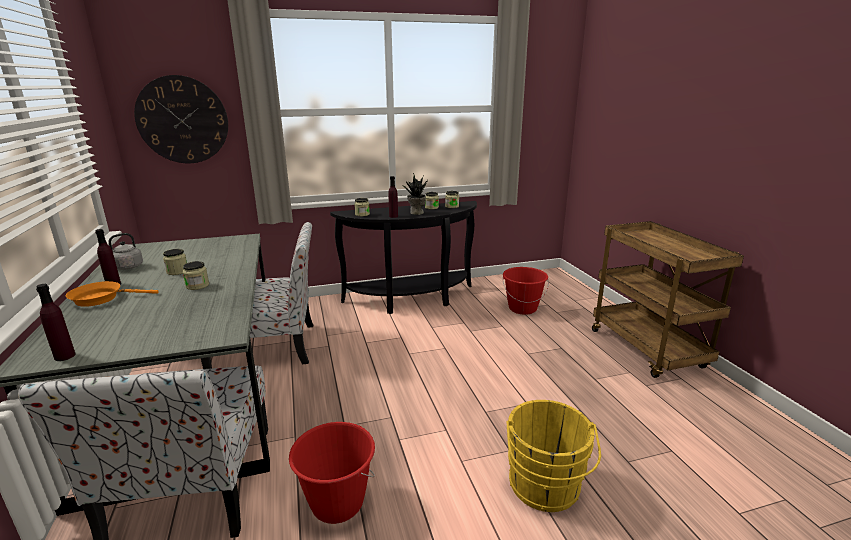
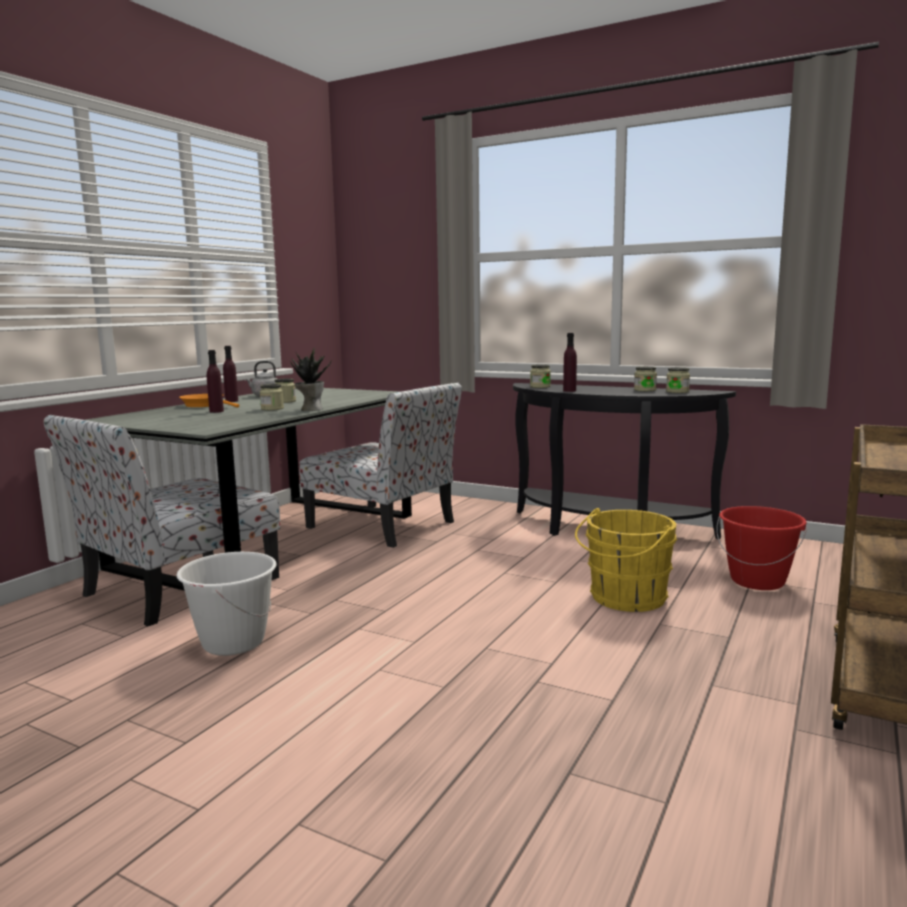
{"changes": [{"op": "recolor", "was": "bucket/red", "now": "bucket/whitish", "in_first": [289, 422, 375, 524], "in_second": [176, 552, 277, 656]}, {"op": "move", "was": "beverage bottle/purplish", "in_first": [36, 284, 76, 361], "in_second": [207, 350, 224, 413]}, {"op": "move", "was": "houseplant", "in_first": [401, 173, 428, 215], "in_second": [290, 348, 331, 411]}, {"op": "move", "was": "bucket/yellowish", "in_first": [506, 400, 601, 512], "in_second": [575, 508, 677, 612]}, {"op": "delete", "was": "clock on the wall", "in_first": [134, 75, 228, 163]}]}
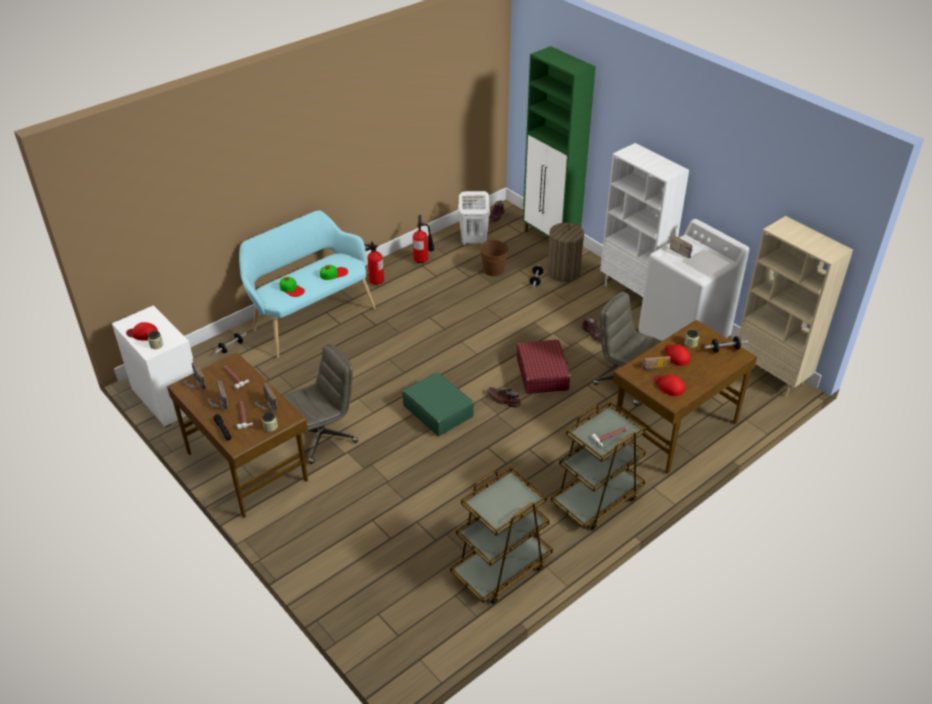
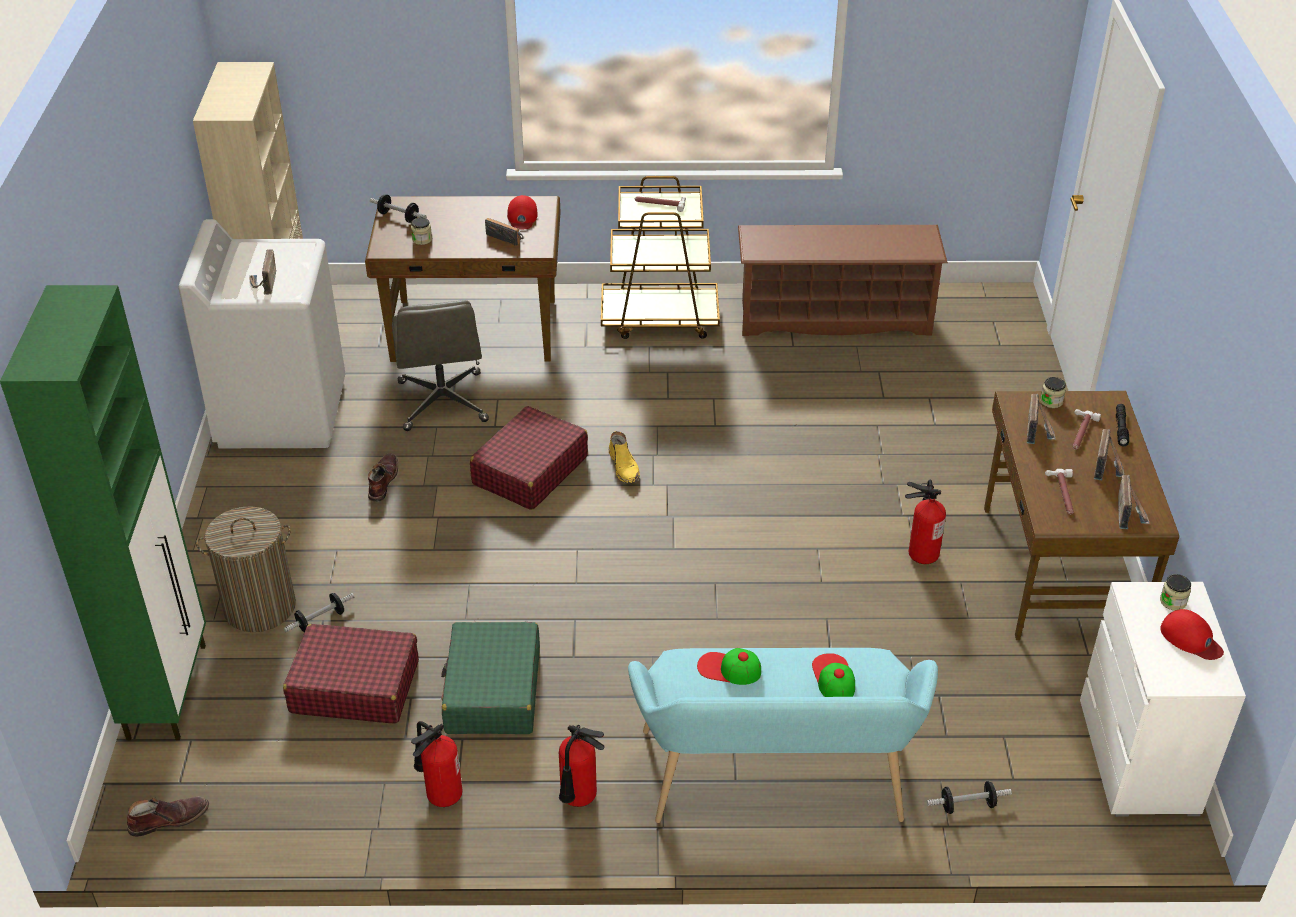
{"changes": [{"op": "replace", "was": "bucket/brown-coloured", "now": "piece of luggage/red", "in_first": [480, 240, 508, 276], "in_second": [283, 624, 419, 724]}, {"op": "move", "was": "piece of luggage/greenish", "in_first": [402, 372, 474, 436], "in_second": [441, 622, 540, 734]}, {"op": "recolor", "was": "high-top boot/brown-coloured", "now": "high-top boot/yellowish", "in_first": [487, 387, 522, 408], "in_second": [609, 431, 640, 483]}, {"op": "replace", "was": "cart/brown-coloured", "now": "shoe rack/brown-coloured", "in_first": [450, 467, 553, 604], "in_second": [738, 225, 948, 336]}, {"op": "replace", "was": "office chair/gray", "now": "extinguisher", "in_first": [282, 344, 358, 464], "in_second": [905, 480, 946, 564]}, {"op": "delete", "was": "hamper/whitish", "in_first": [458, 191, 490, 245]}, {"op": "delete", "was": "shelving unit/whitish", "in_first": [600, 143, 689, 297]}, {"op": "delete", "was": "peaked cap/red", "in_first": [664, 344, 690, 366]}]}
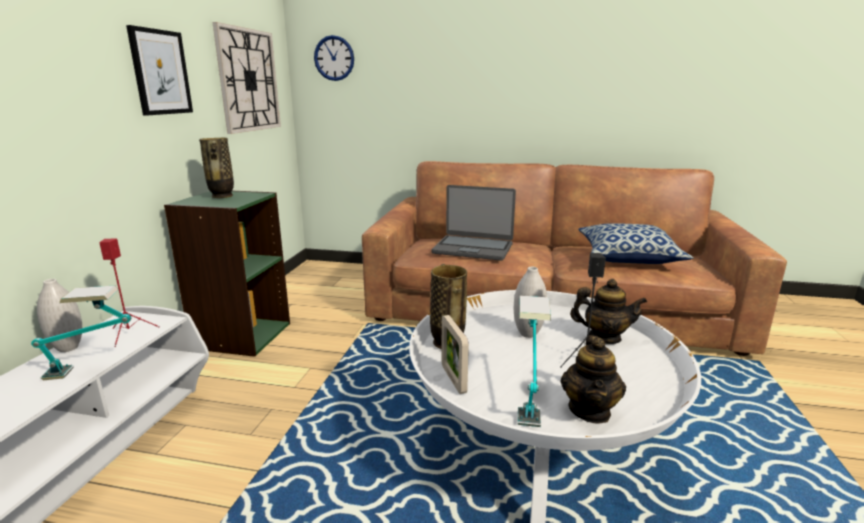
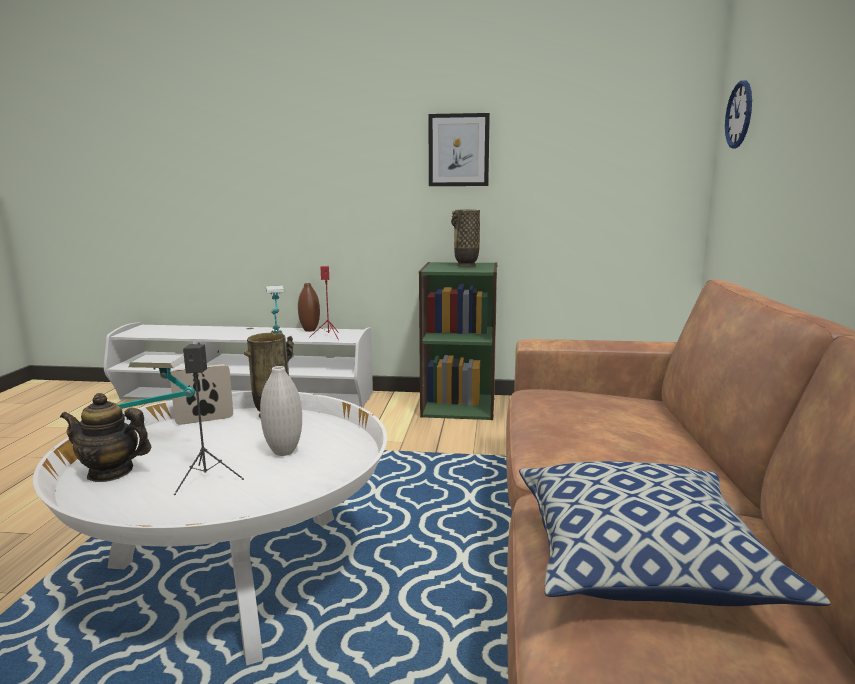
{"changes": [{"op": "recolor", "was": "vase/whitish", "now": "vase/brown-coloured", "in_first": [37, 279, 82, 352], "in_second": [298, 283, 320, 332]}, {"op": "delete", "was": "clock on the wall", "in_first": [212, 22, 281, 134]}, {"op": "delete", "was": "portable computer", "in_first": [431, 185, 516, 261]}, {"op": "delete", "was": "pot for tea", "in_first": [570, 279, 647, 344]}]}
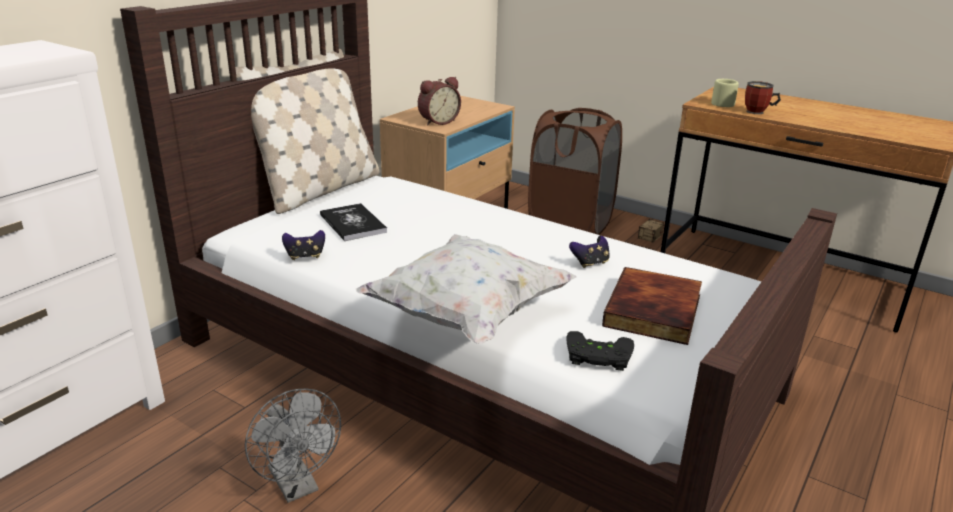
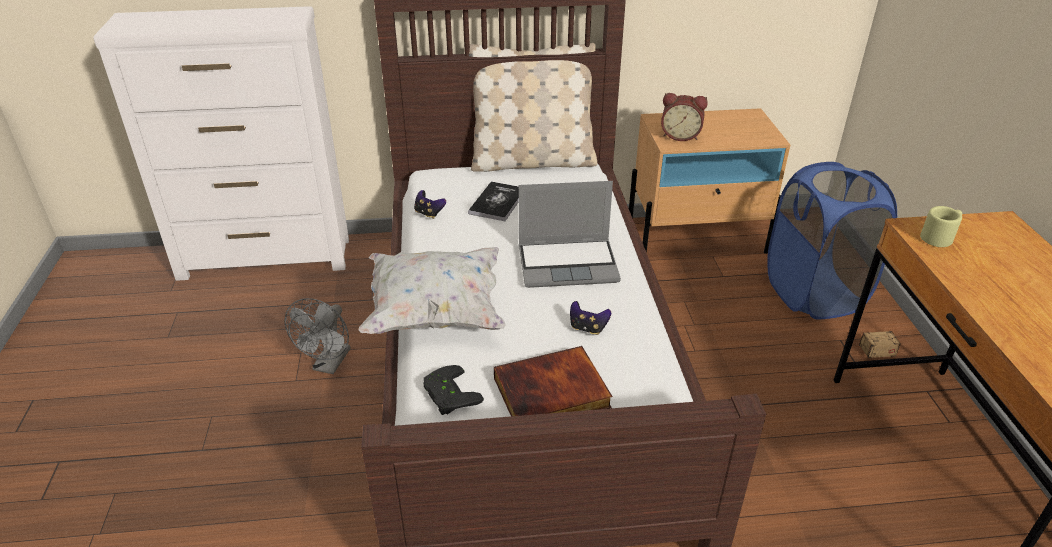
{"changes": [{"op": "insert", "now": "portable computer", "in_second": [519, 181, 621, 288]}, {"op": "recolor", "was": "hamper/brown-coloured", "now": "hamper/blue-coloured", "in_first": [528, 108, 622, 235], "in_second": [767, 162, 897, 320]}, {"op": "delete", "was": "mug", "in_first": [745, 81, 781, 114]}]}
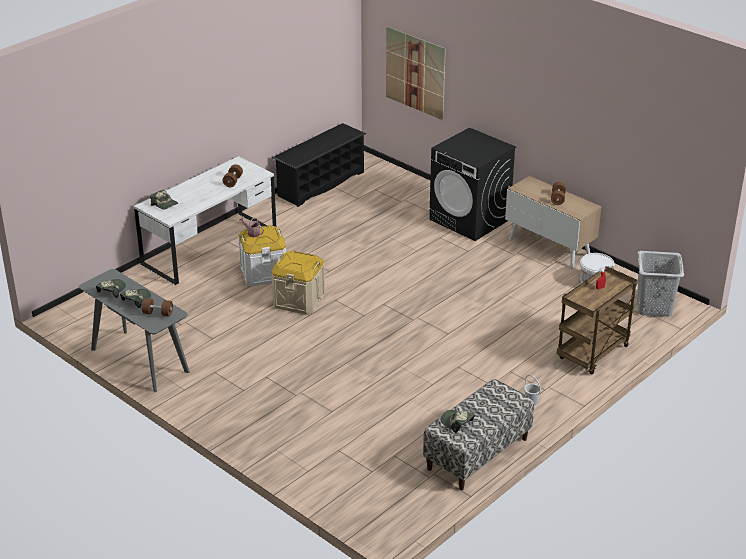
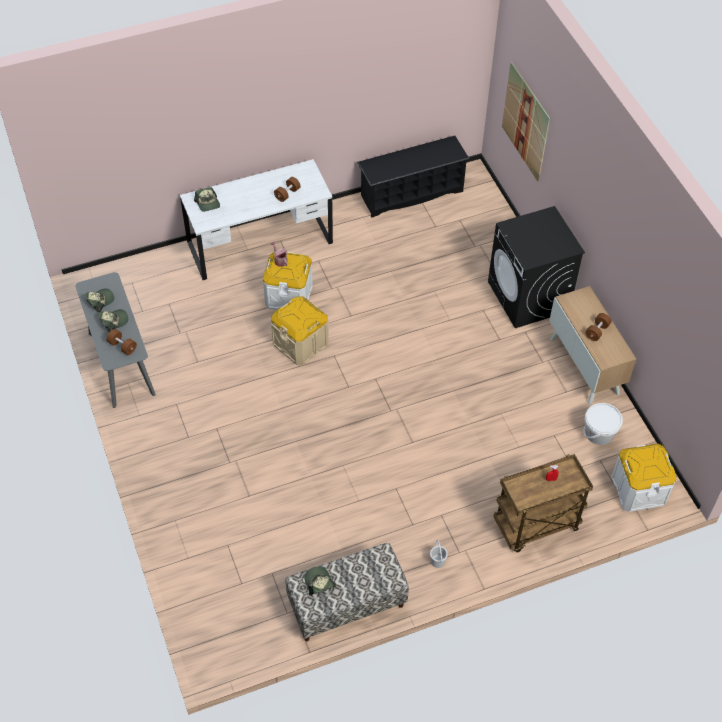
{"changes": [{"op": "replace", "was": "hamper/gray", "now": "storage box/whitish", "in_first": [637, 251, 684, 317], "in_second": [611, 444, 677, 512]}]}
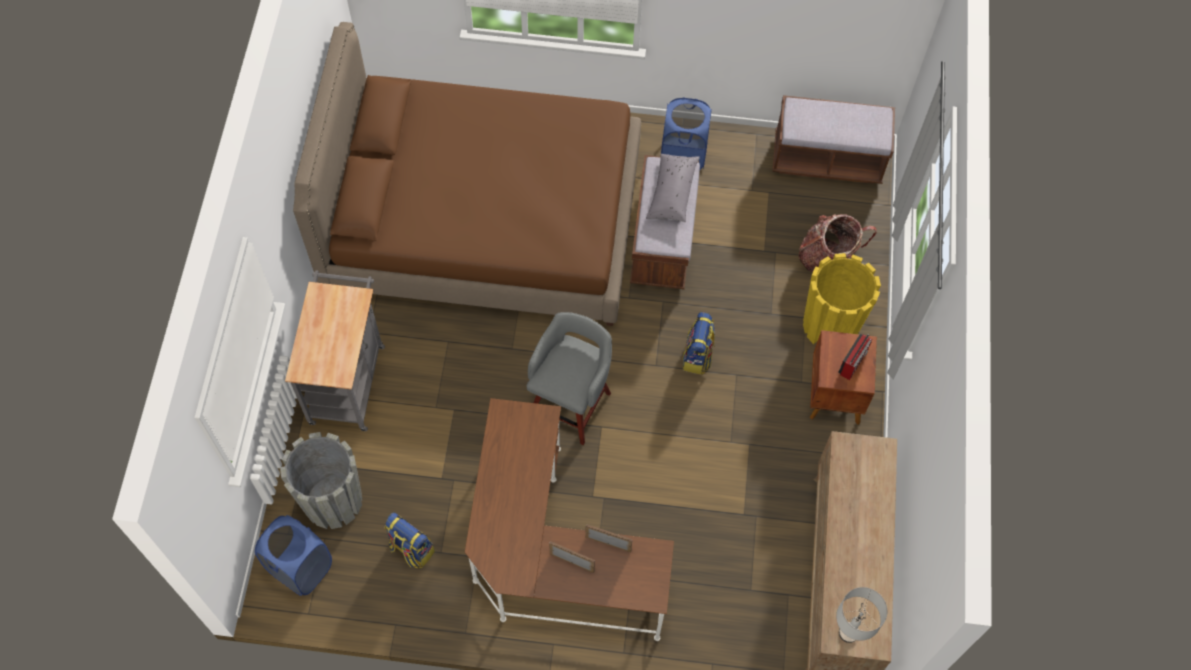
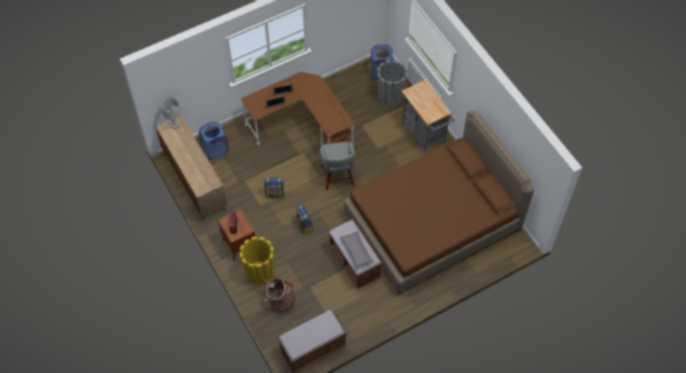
{"changes": [{"op": "move", "was": "hamper/blue-coloured", "in_first": [661, 97, 712, 170], "in_second": [199, 122, 229, 160]}, {"op": "move", "was": "knapsack", "in_first": [384, 513, 435, 569], "in_second": [264, 176, 285, 199]}]}
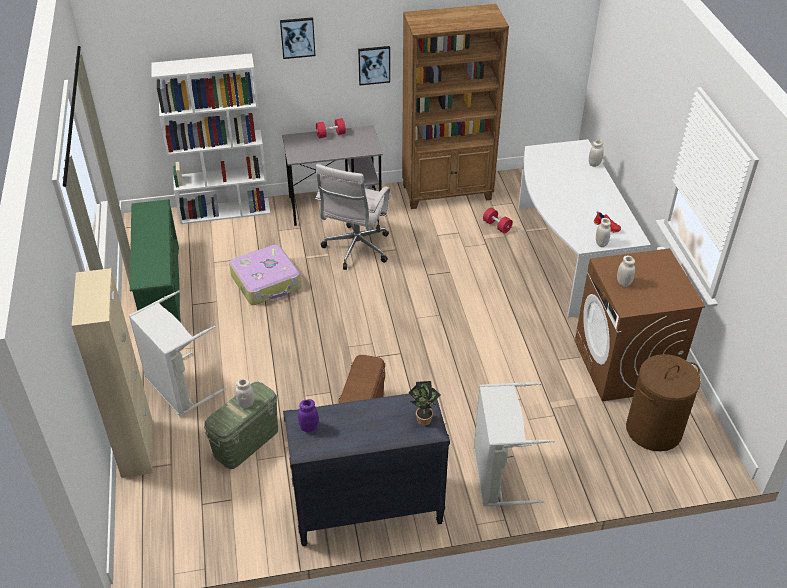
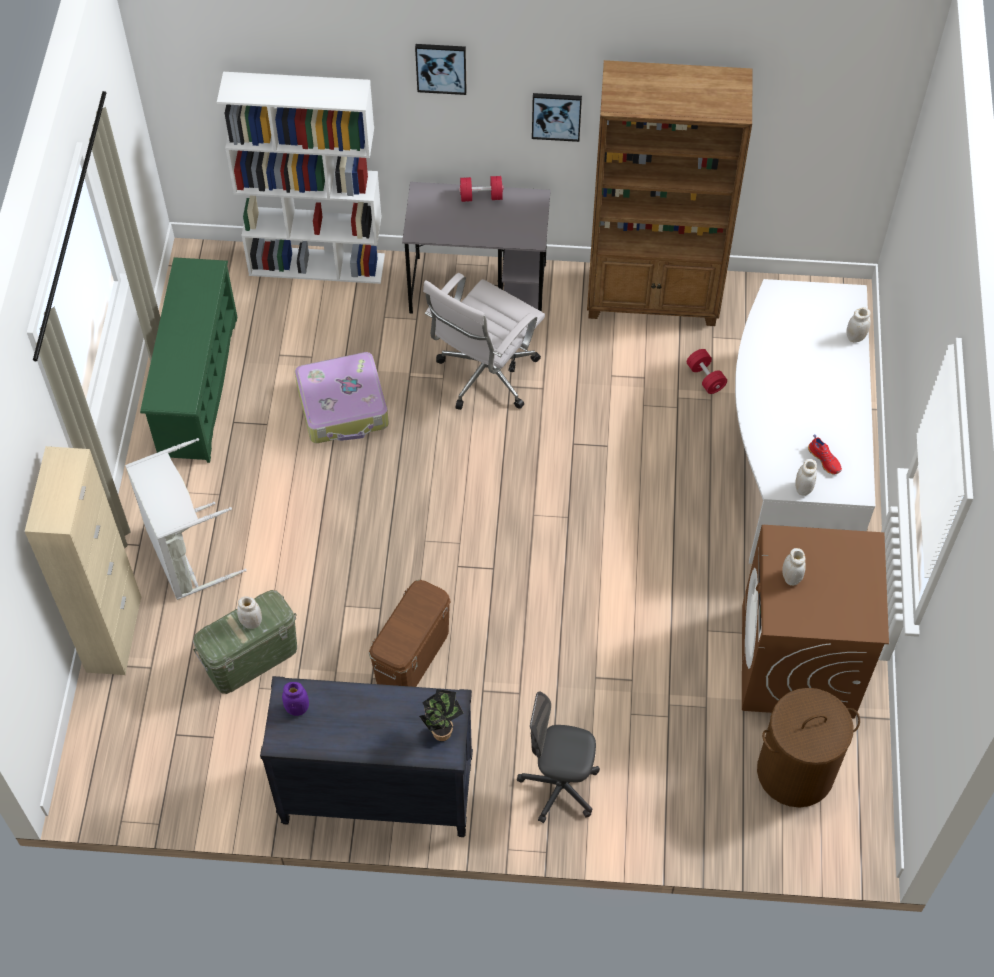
{"changes": [{"op": "replace", "was": "hamper/gray", "now": "office chair/gray", "in_first": [474, 382, 555, 507], "in_second": [517, 691, 600, 823]}]}
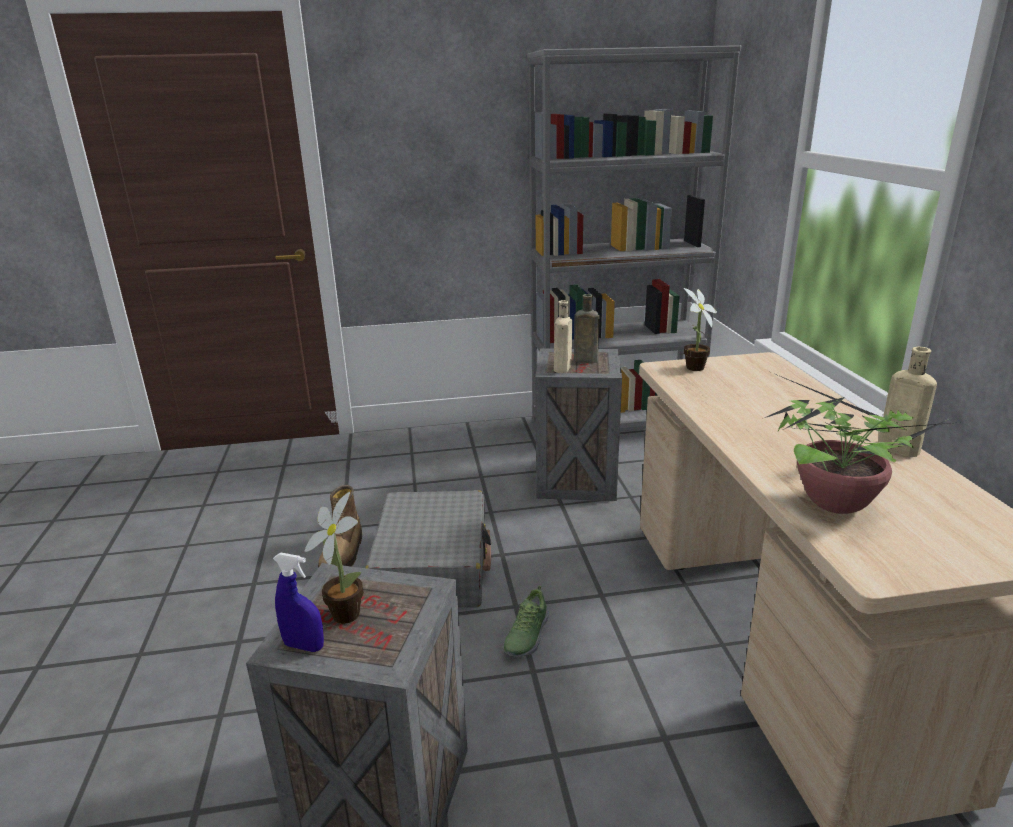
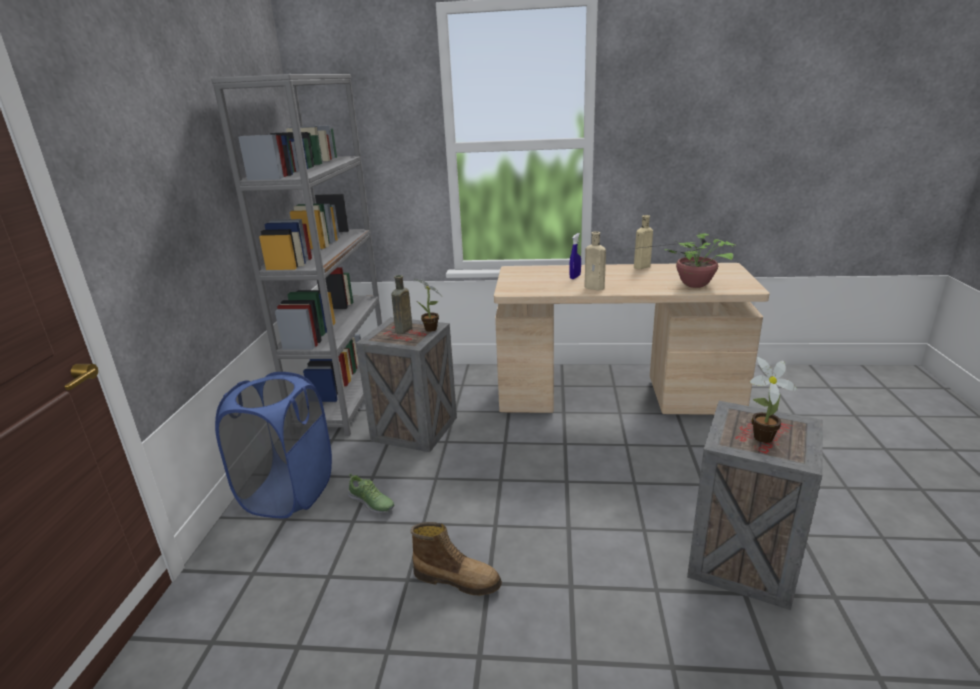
{"changes": [{"op": "insert", "now": "hamper/blue-coloured", "in_second": [215, 372, 332, 518]}, {"op": "move", "was": "item of footwear", "in_first": [503, 585, 549, 657], "in_second": [348, 474, 394, 514]}, {"op": "move", "was": "houseplant", "in_first": [684, 288, 717, 371], "in_second": [415, 279, 442, 332]}, {"op": "move", "was": "hand sprayer/blue-coloured", "in_first": [273, 553, 324, 652], "in_second": [569, 233, 581, 279]}, {"op": "move", "was": "beverage bottle/sand-coloured", "in_first": [554, 300, 572, 373], "in_second": [585, 231, 606, 290]}, {"op": "delete", "was": "piece of luggage/gray", "in_first": [365, 490, 491, 608]}]}
